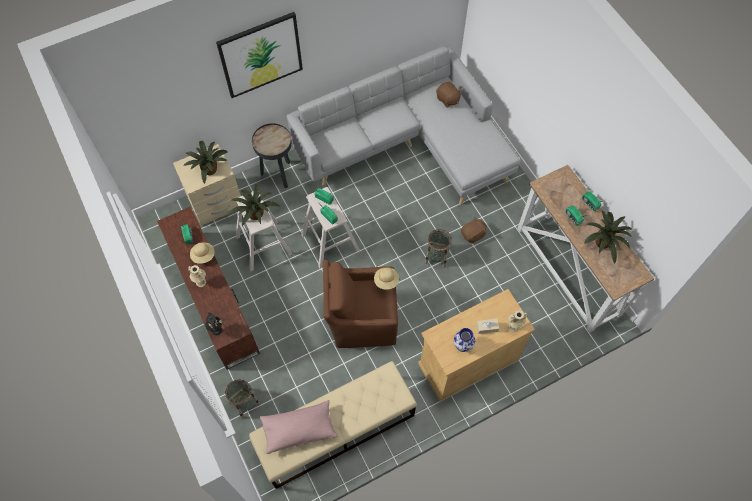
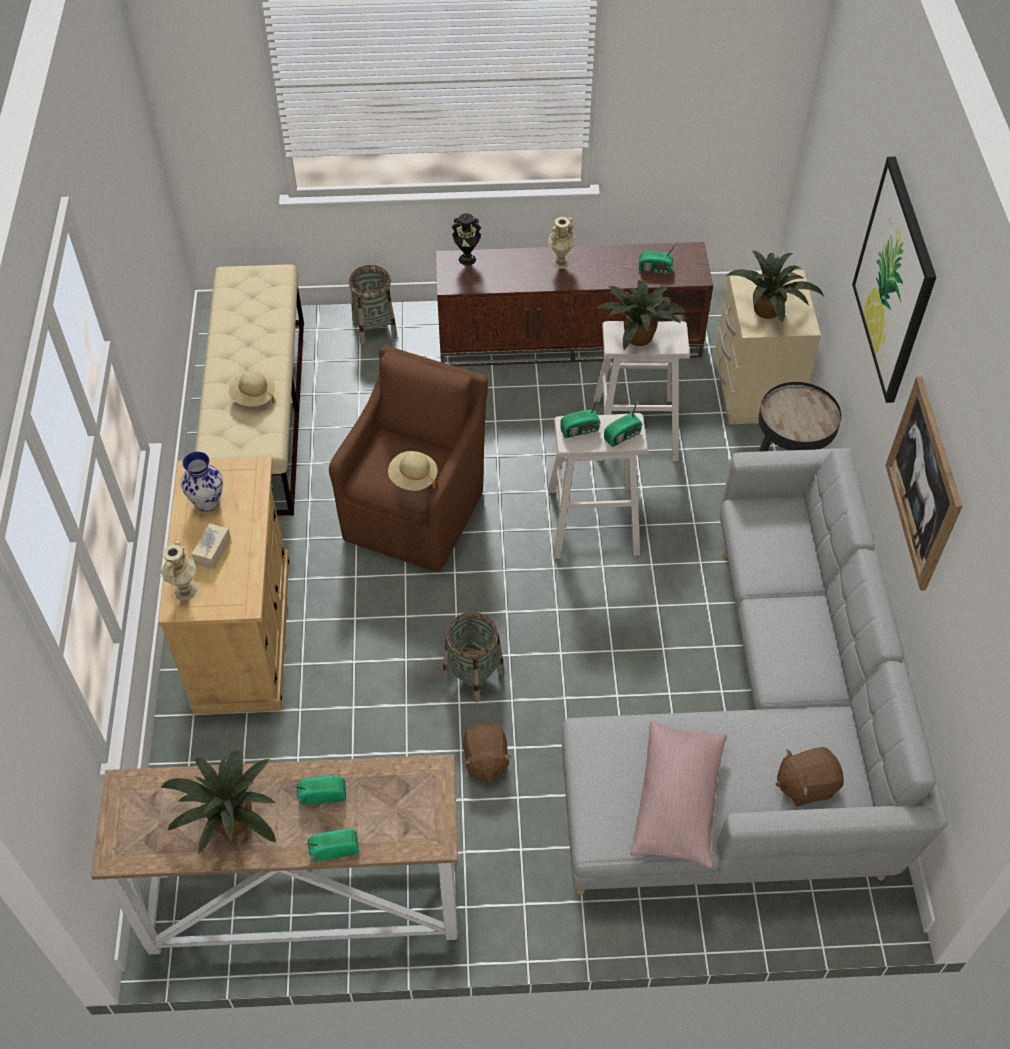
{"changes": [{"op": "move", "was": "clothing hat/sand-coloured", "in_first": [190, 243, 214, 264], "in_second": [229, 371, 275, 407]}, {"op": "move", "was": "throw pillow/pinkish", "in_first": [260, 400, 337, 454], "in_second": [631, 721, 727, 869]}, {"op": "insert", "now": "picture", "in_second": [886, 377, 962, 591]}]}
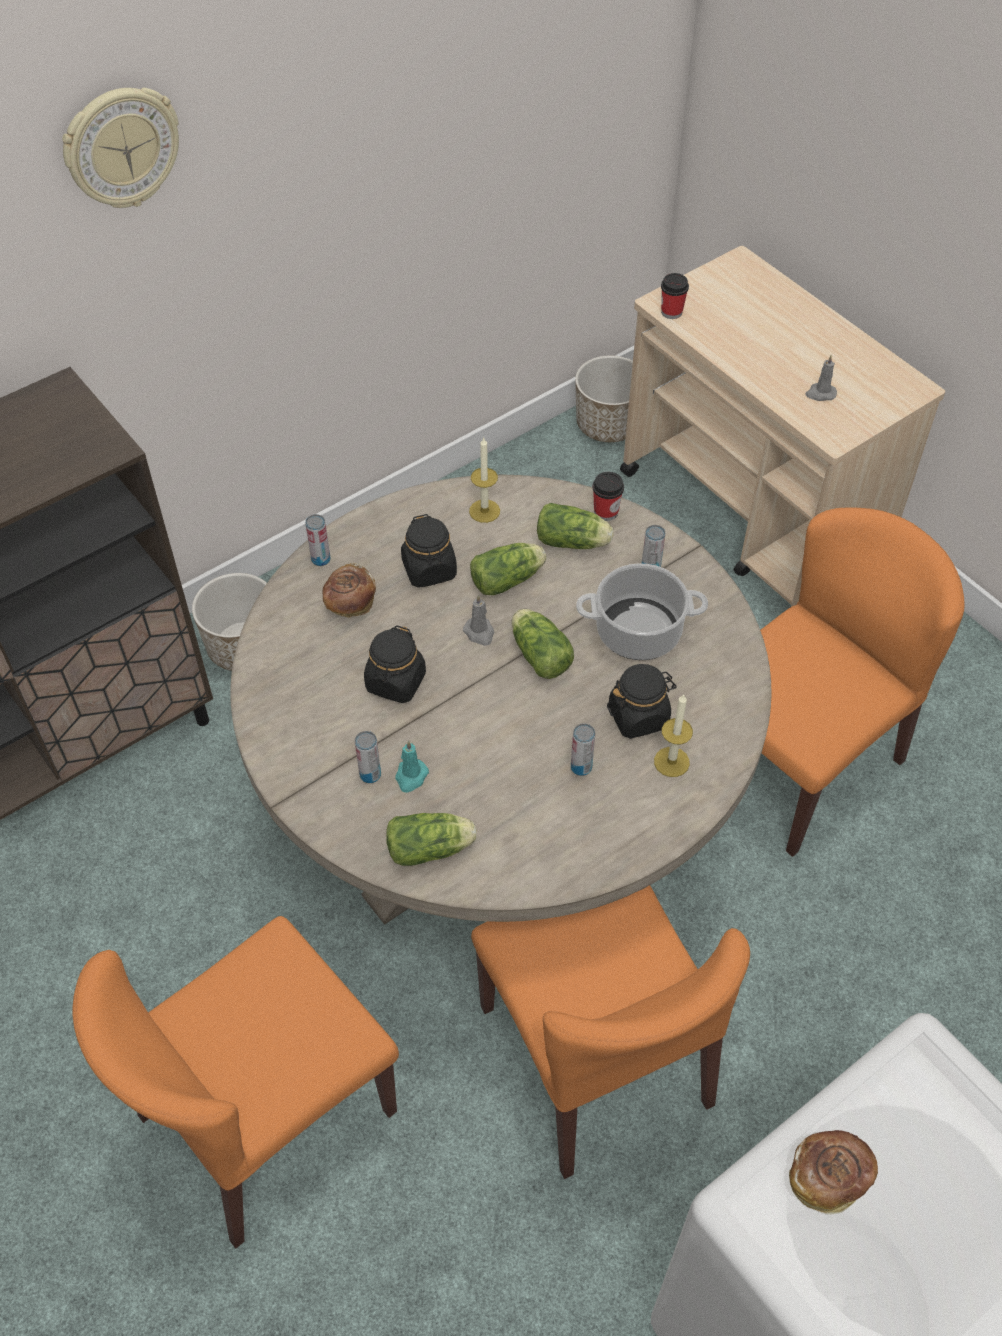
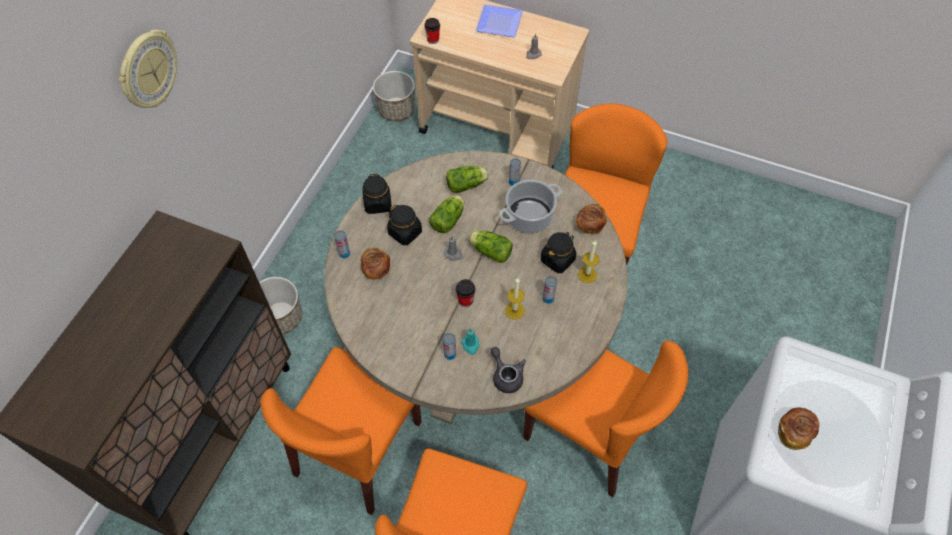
{"changes": [{"op": "insert", "now": "plain chair/orange-coloured", "in_second": [260, 347, 421, 515]}, {"op": "move", "was": "storage jar/black-coloured", "in_first": [364, 625, 426, 703], "in_second": [362, 174, 392, 214]}, {"op": "move", "was": "cup", "in_first": [592, 471, 624, 521], "in_second": [456, 279, 476, 307]}, {"op": "insert", "now": "plate", "in_second": [476, 4, 523, 37]}, {"op": "replace", "was": "lettuce head", "now": "pot for tea/gray", "in_first": [386, 813, 477, 866], "in_second": [491, 347, 526, 393]}, {"op": "move", "was": "candle", "in_first": [469, 438, 500, 523], "in_second": [505, 278, 525, 320]}, {"op": "insert", "now": "bakery bread", "in_second": [576, 204, 607, 234]}]}
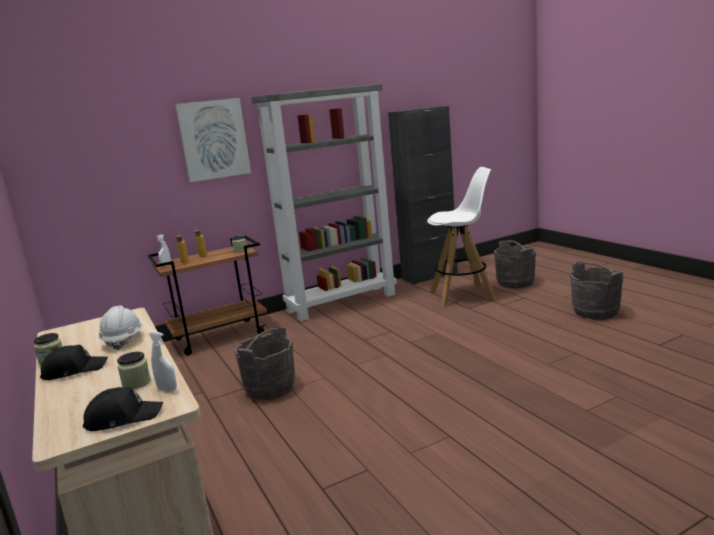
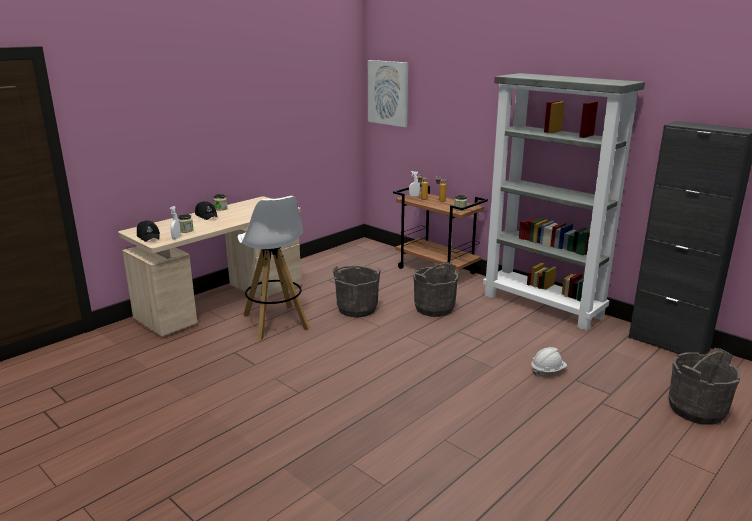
{"changes": [{"op": "move", "was": "sitting stool/whitish", "in_first": [427, 167, 496, 307], "in_second": [238, 196, 310, 340]}, {"op": "move", "was": "picture", "in_first": [175, 98, 251, 182], "in_second": [368, 60, 408, 127]}, {"op": "move", "was": "bucket/gray", "in_first": [570, 262, 624, 320], "in_second": [413, 262, 459, 317]}, {"op": "move", "was": "safety helmet/whitish", "in_first": [99, 305, 142, 350], "in_second": [531, 347, 567, 375]}]}
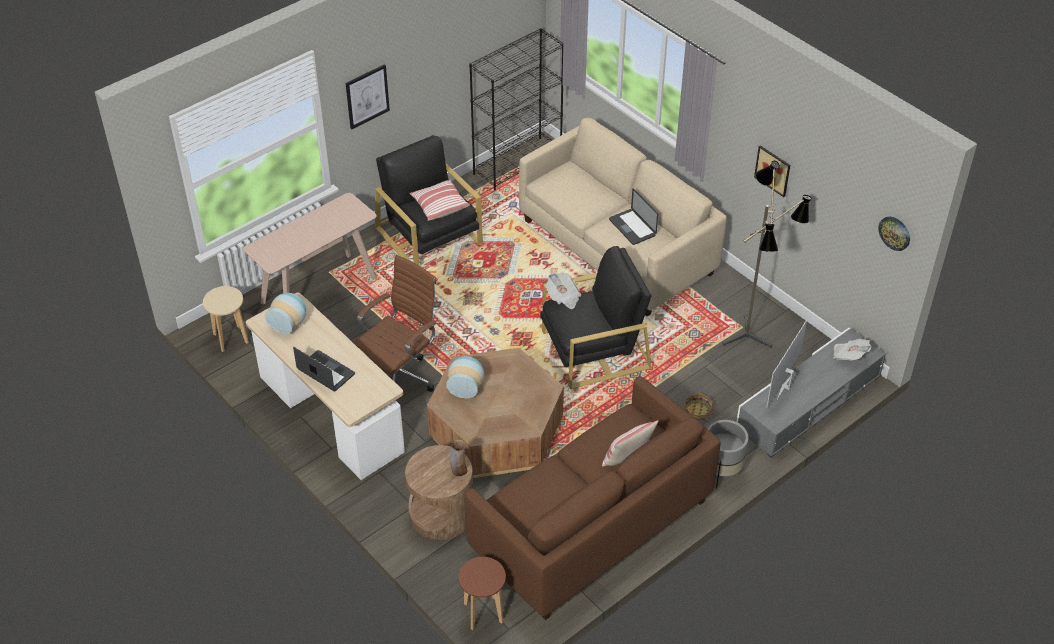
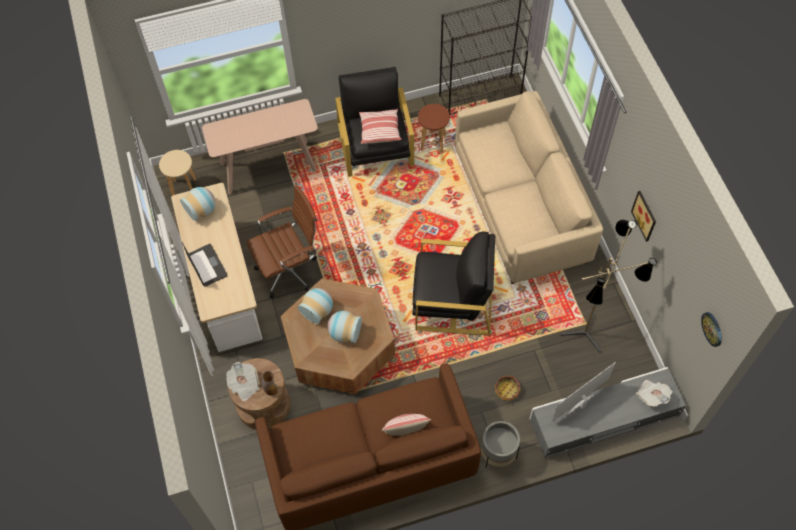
{"changes": [{"op": "move", "was": "daily paper", "in_first": [546, 272, 581, 309], "in_second": [226, 362, 260, 401]}, {"op": "insert", "now": "vase", "in_second": [328, 311, 362, 343]}, {"op": "move", "was": "sitting stool/brown-coloured", "in_first": [459, 557, 506, 630], "in_second": [418, 104, 450, 153]}, {"op": "delete", "was": "picture", "in_first": [346, 64, 390, 129]}, {"op": "delete", "was": "portable computer", "in_first": [609, 188, 658, 245]}]}
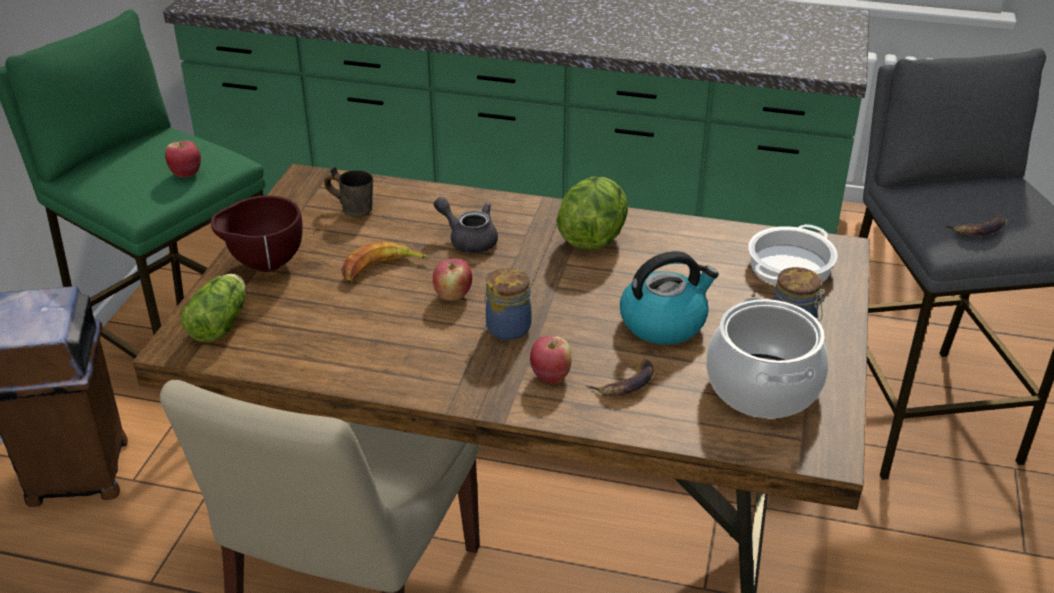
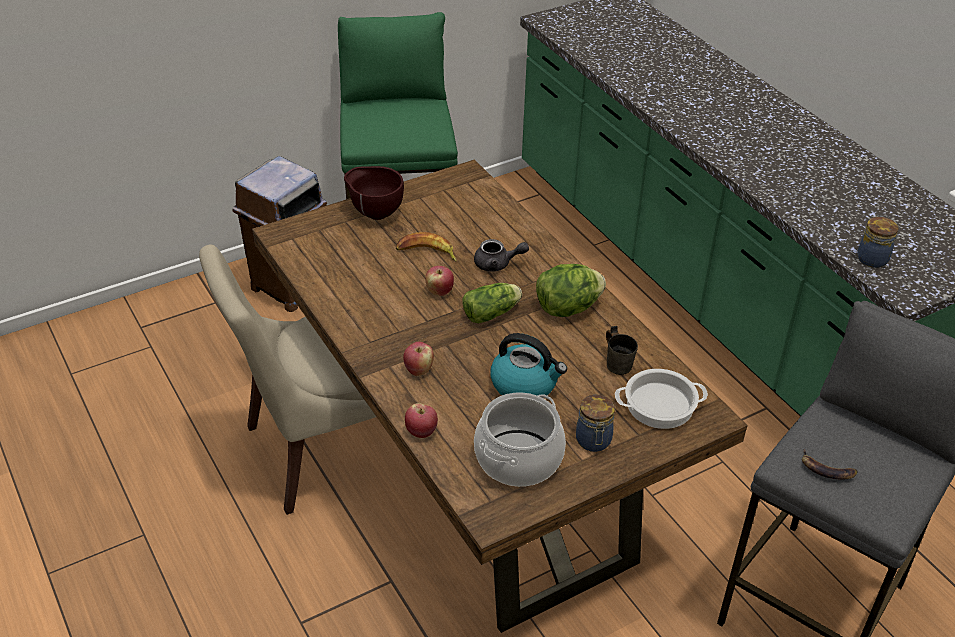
{"changes": [{"op": "move", "was": "whole apple", "in_first": [165, 140, 201, 177], "in_second": [405, 403, 438, 438]}, {"op": "move", "was": "lettuce head", "in_first": [181, 274, 246, 343], "in_second": [462, 283, 522, 323]}, {"op": "rotate", "was": "pot for tea/gray", "in_first": [434, 197, 498, 253], "in_second": [474, 239, 529, 272], "clockwise": 105}, {"op": "move", "was": "mug/gray", "in_first": [324, 167, 373, 217], "in_second": [606, 326, 638, 375]}, {"op": "move", "was": "storage jar", "in_first": [485, 268, 532, 340], "in_second": [857, 216, 899, 268]}, {"op": "delete", "was": "banana fruit", "in_first": [587, 359, 654, 396]}]}
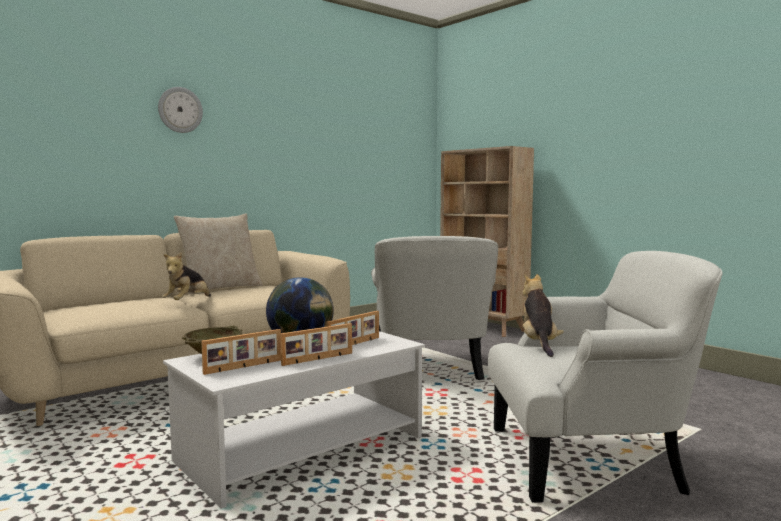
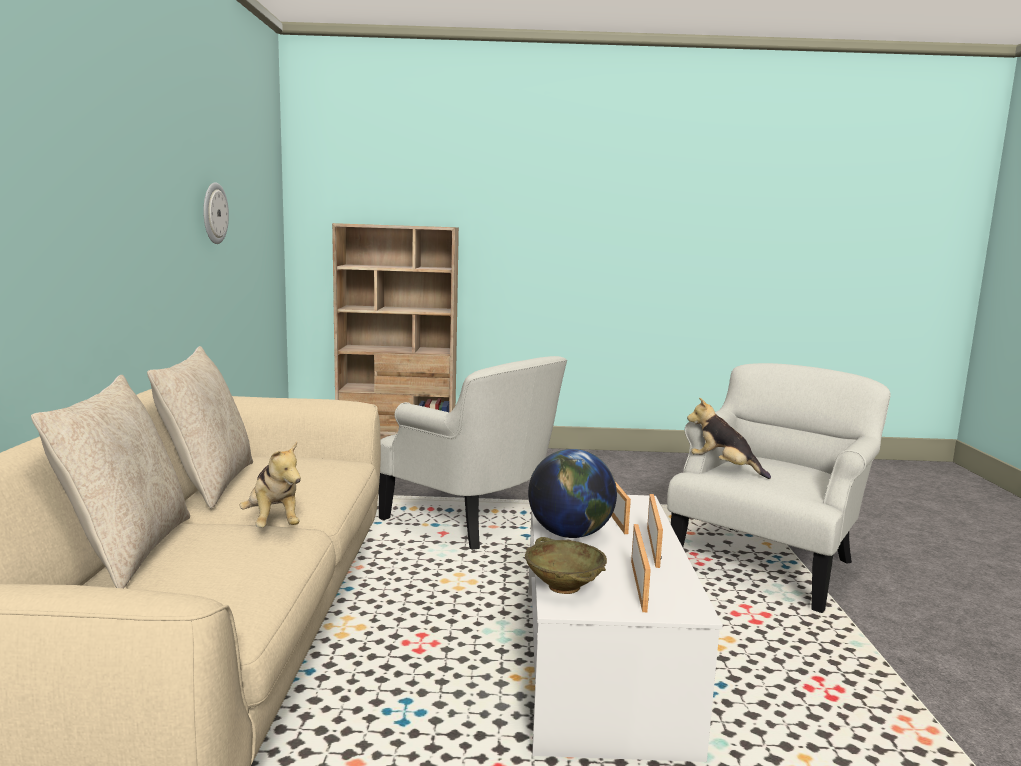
{"changes": [{"op": "insert", "now": "throw pillow/sand-coloured", "in_second": [31, 375, 190, 588]}, {"op": "move", "was": "clock on the wall", "in_first": [158, 87, 203, 133], "in_second": [203, 182, 229, 244]}]}
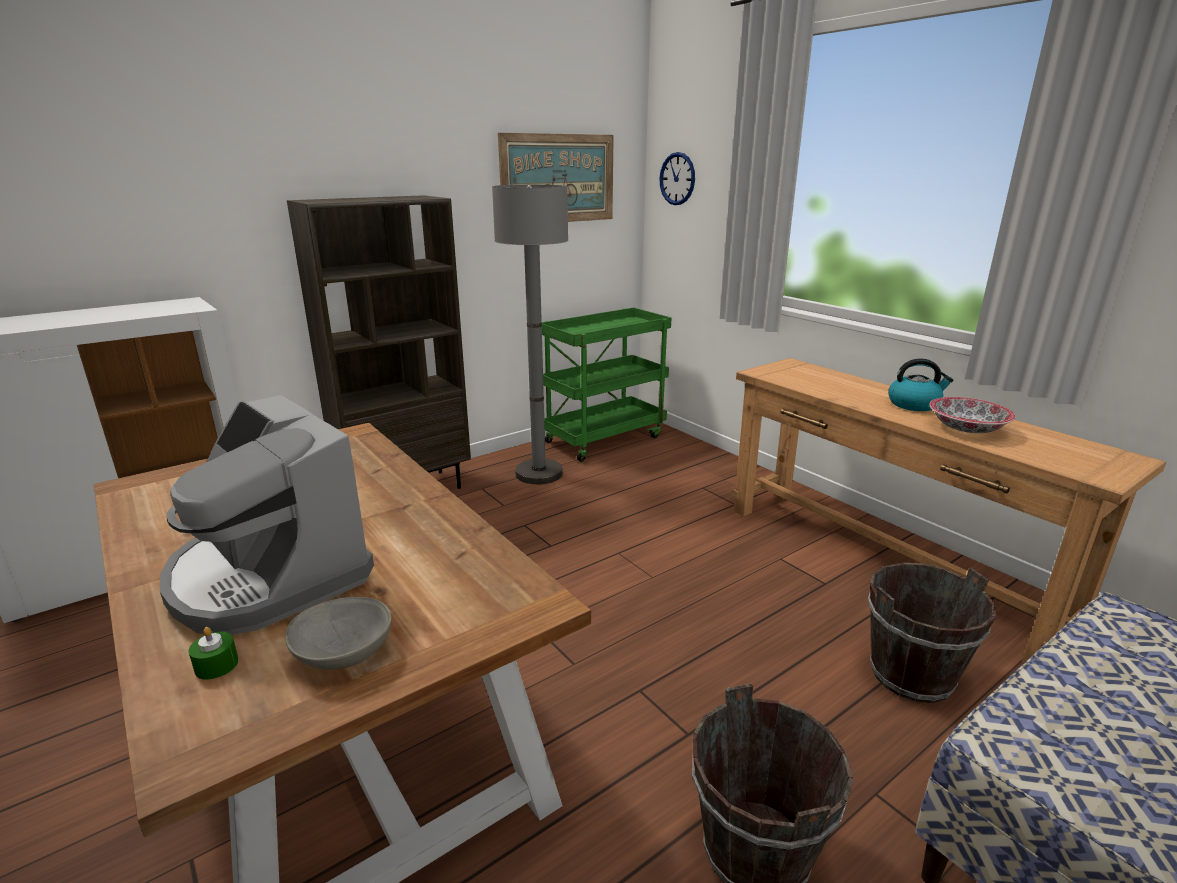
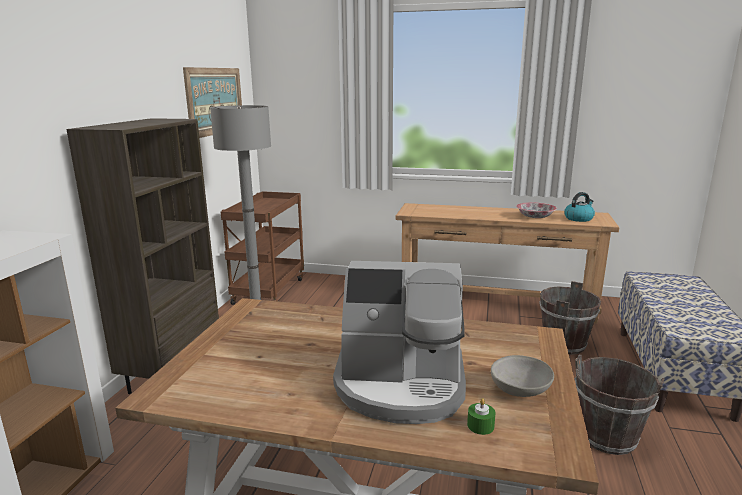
{"changes": [{"op": "recolor", "was": "cart/greenish", "now": "cart/brown-coloured", "in_first": [542, 308, 672, 462], "in_second": [221, 191, 304, 305]}, {"op": "move", "was": "kettle", "in_first": [888, 359, 953, 411], "in_second": [564, 192, 595, 222]}, {"op": "delete", "was": "clock on the wall", "in_first": [659, 152, 695, 205]}]}
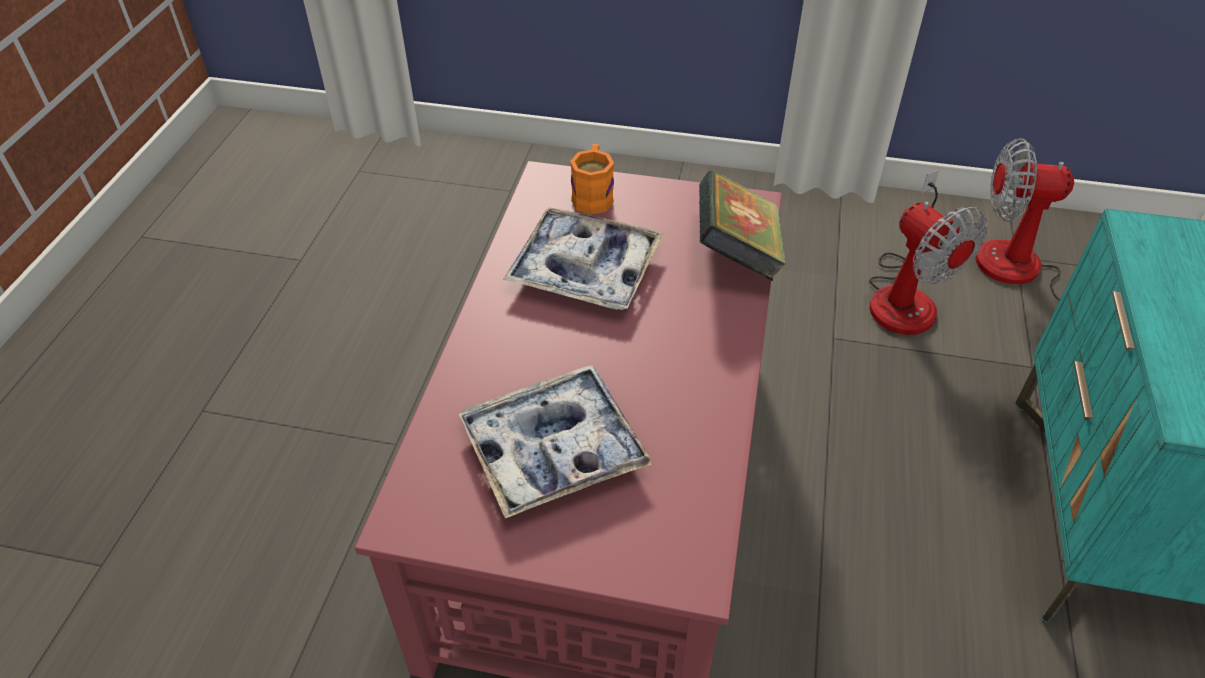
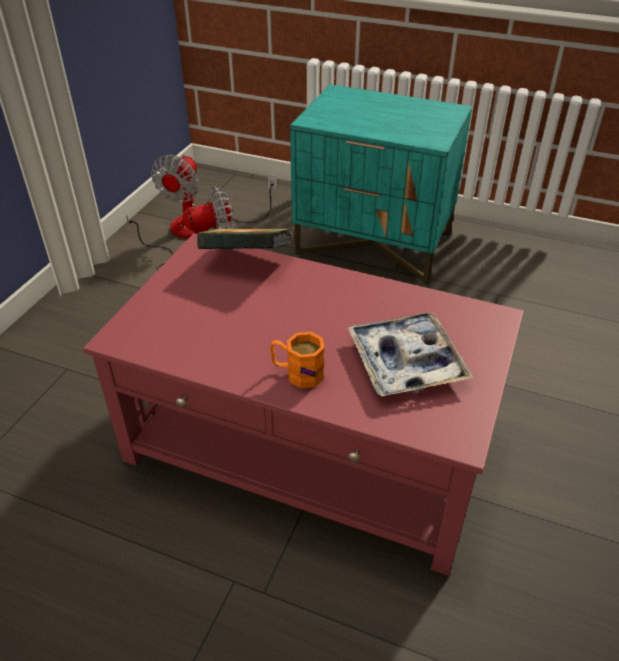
{"changes": [{"op": "move", "was": "mug/orange-coloured", "in_first": [570, 144, 614, 215], "in_second": [270, 332, 325, 388]}, {"op": "delete", "was": "serving tray", "in_first": [503, 208, 664, 310]}]}
